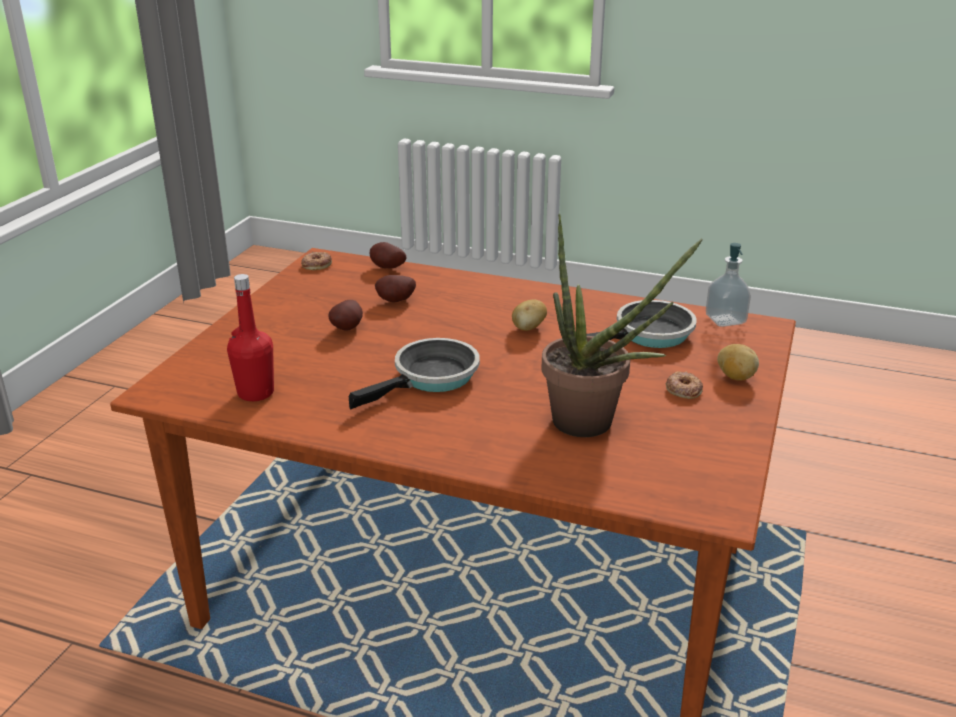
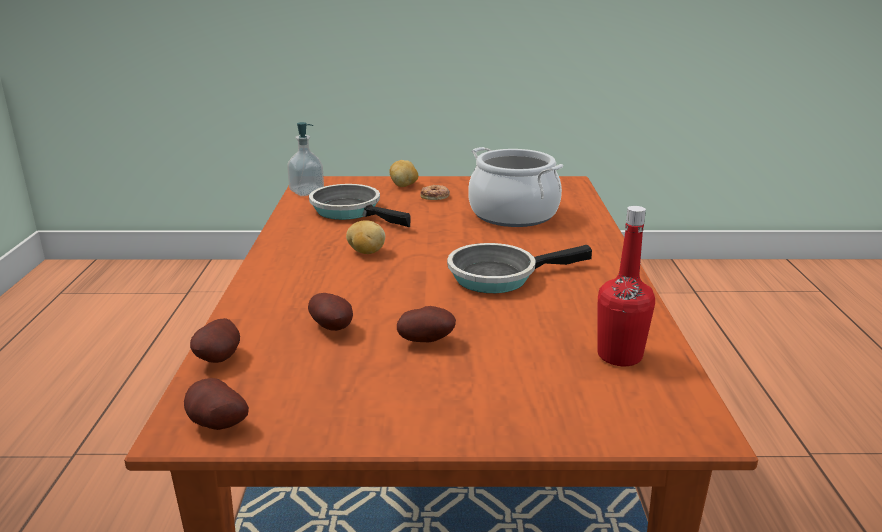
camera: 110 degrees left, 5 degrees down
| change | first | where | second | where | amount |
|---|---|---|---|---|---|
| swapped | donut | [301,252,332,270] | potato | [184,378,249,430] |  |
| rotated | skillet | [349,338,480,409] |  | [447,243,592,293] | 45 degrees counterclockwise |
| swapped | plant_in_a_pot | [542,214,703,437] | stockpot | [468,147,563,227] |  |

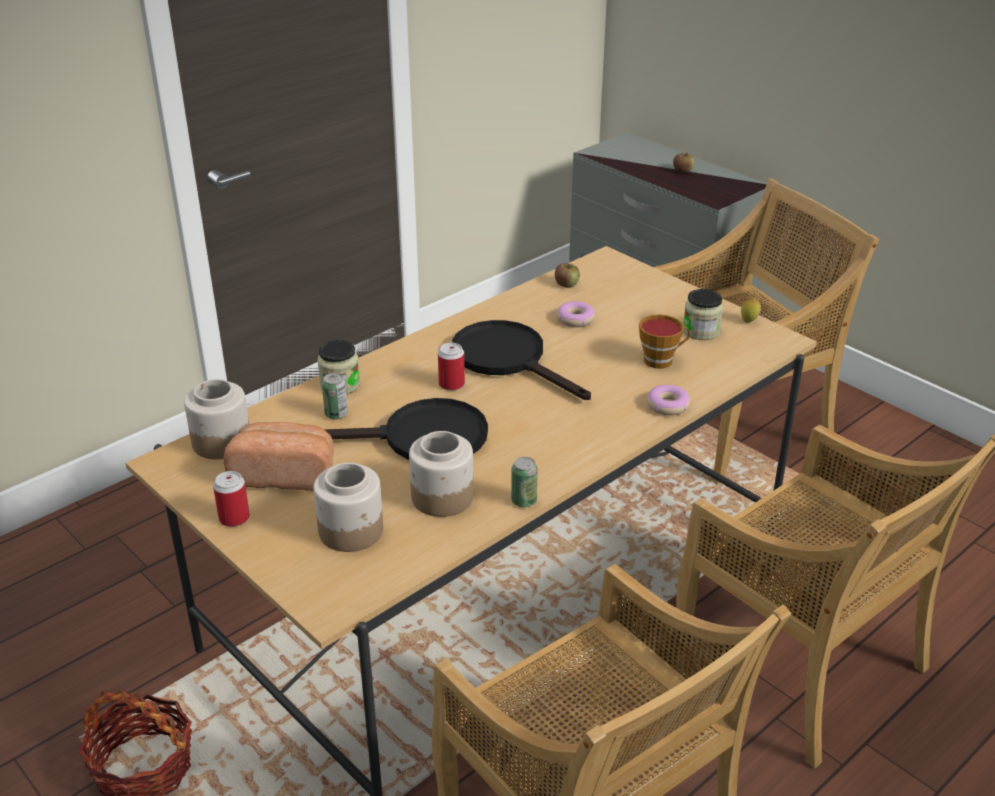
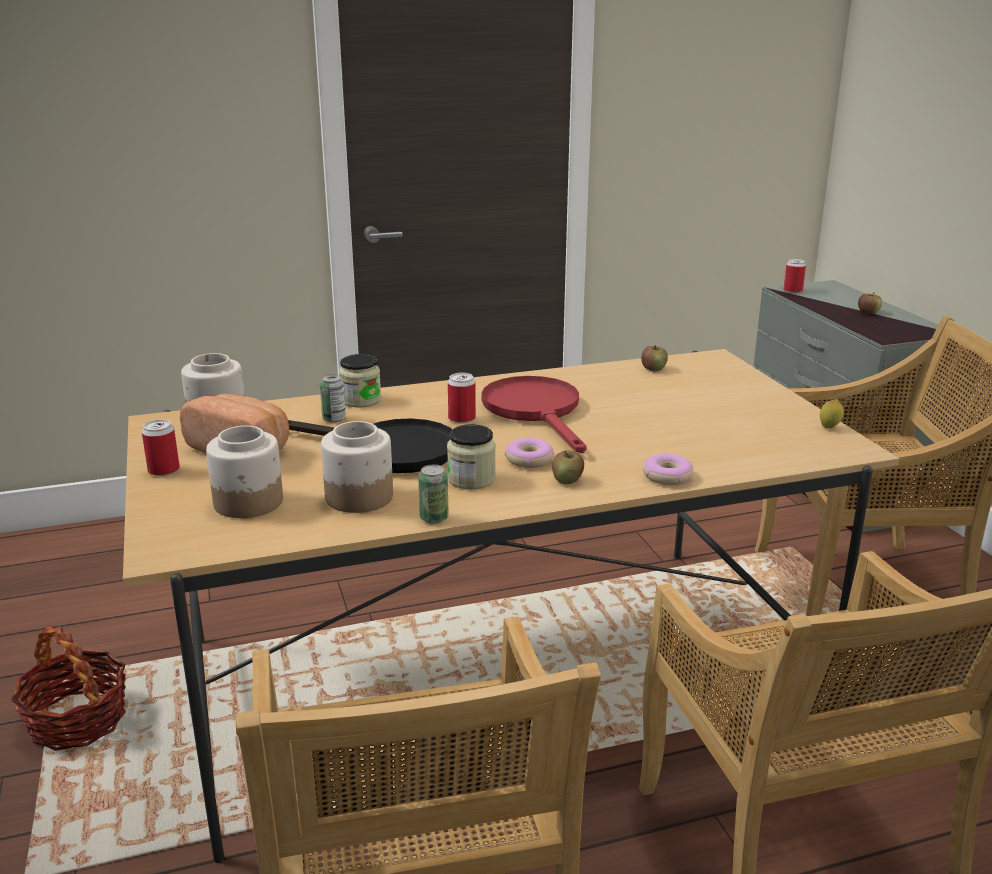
camera: 25 degrees right, 10 degrees down
| change | first | where | second | where | amount |
|---|---|---|---|---|---|
| repainted | blackish_skillet | [452,320,591,400] | red-coloured_skillet | [481,376,587,453] |  |
| shifted | donut | [557,301,595,327] |  | [505,438,554,468] |  |
| gone | drinking_cup | [639,314,690,369] |  |  |  |
| shifted | storage_jar | [683,289,723,340] |  | [447,424,496,489] |  |
| new |  |  | apple_fruit | [552,450,584,484] |  |
| new |  |  | sealed_can | [784,259,806,293] |  |

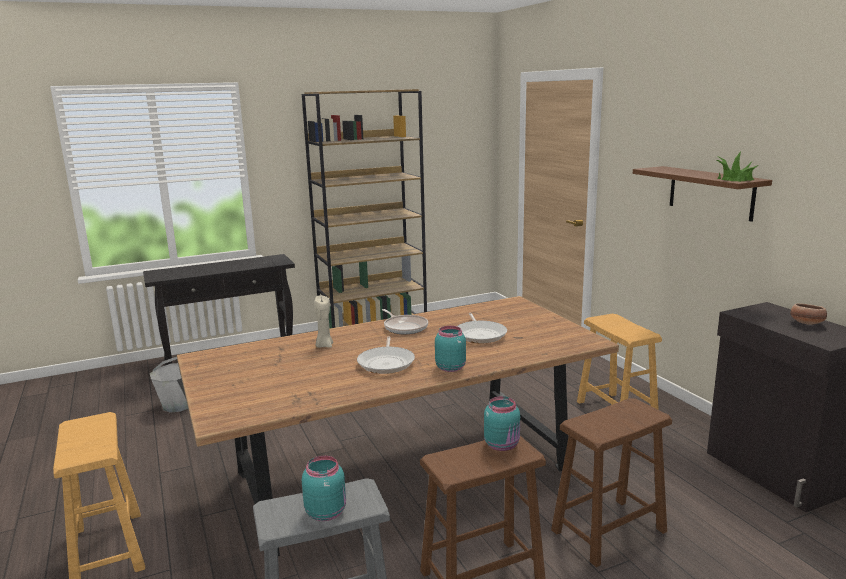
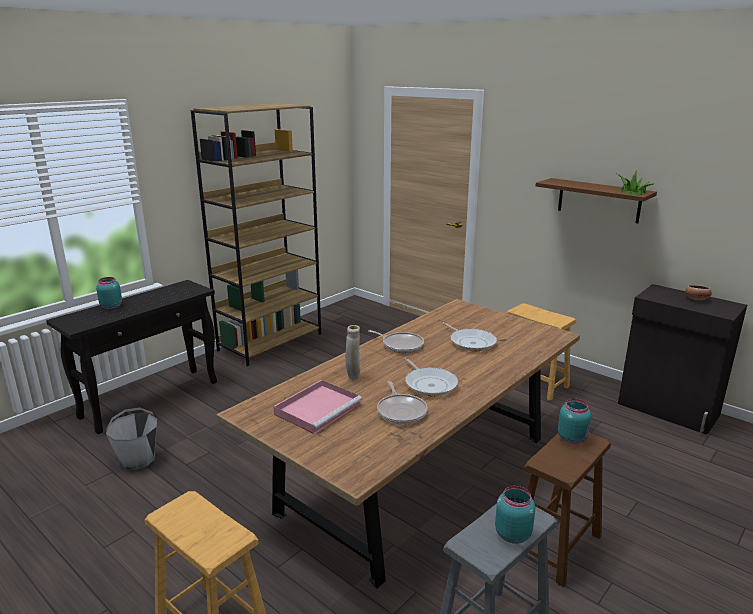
camera: 25 degrees left, 5 degrees up
| change | first | where | second | where | amount |
|---|---|---|---|---|---|
| swapped | sand-coloured_wax_candle | [314,296,333,348] | sand-coloured_decorative_vase | [345,325,360,380] |  |
| shifted | turquoise_storage_jar | [435,326,466,372] |  | [96,277,122,309] |  |
| gone | brown-coloured_stool | [551,398,672,567] |  |  |  |
| new |  |  | pinkish_serving_tray | [273,380,362,434] |  |
| new |  |  | skillet | [377,381,428,424] |  |

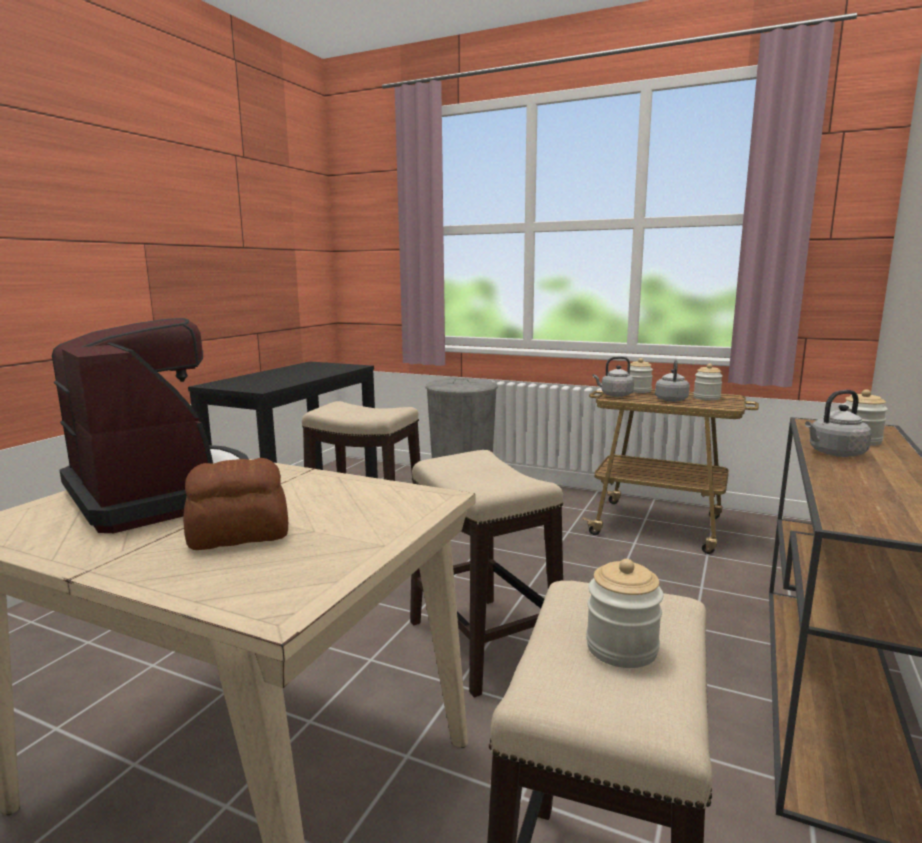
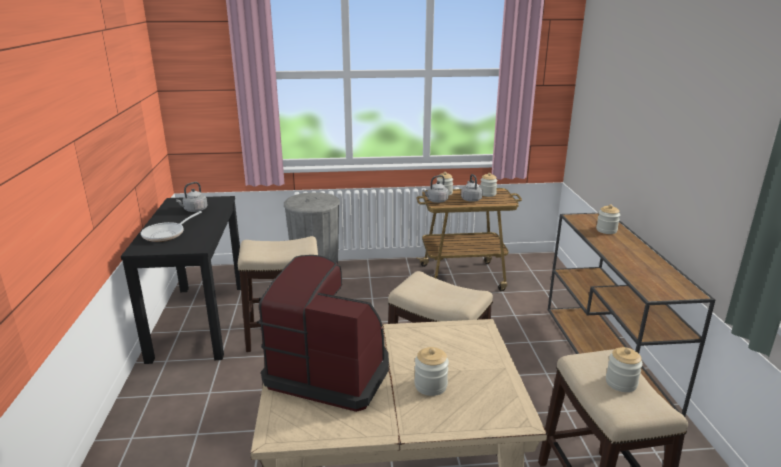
camera: 30 degrees left, 10 degrees up
| change | first | where | second | where | amount |
|---|---|---|---|---|---|
| swapped | bakery_bread | [183,458,288,550] | storage_jar | [414,347,449,396] |  |
| shifted | gray_kettle | [805,390,872,457] |  | [176,182,208,212] |  |
| new |  |  | skillet | [141,211,202,242] |  |

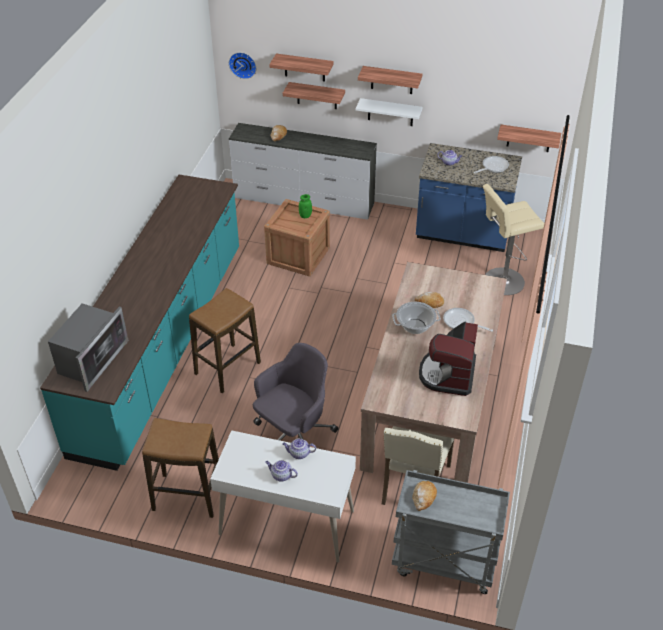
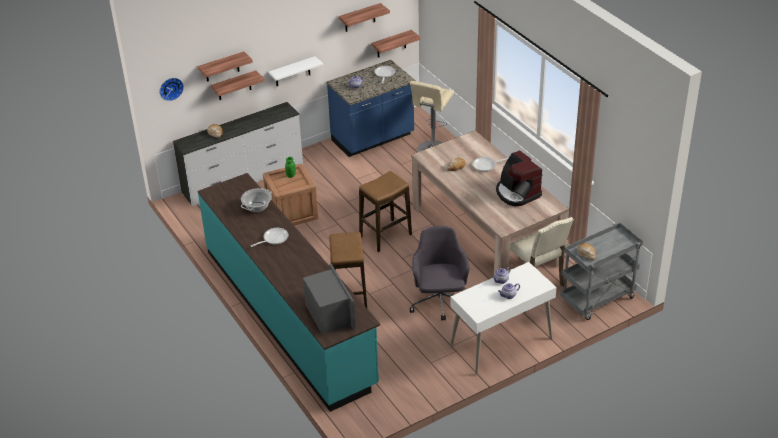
camera: 45 degrees left, 5 degrees down
| change | first | where | second | where | amount |
|---|---|---|---|---|---|
| shifted | stool | [142,418,219,518] |  | [359,171,412,252] |  |
| shifted | bracket_shelf | [358,66,422,94] |  | [338,3,390,32] |  |
| shifted | stockpot | [392,302,441,334] |  | [241,188,272,212] |  |
| new |  |  | skillet | [251,228,288,247] |  |

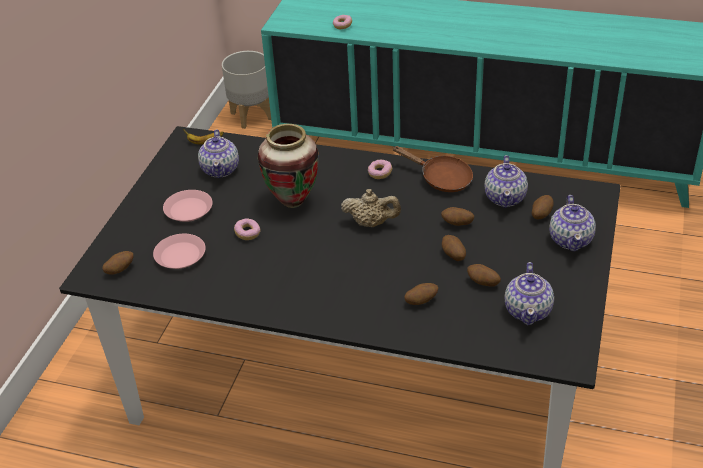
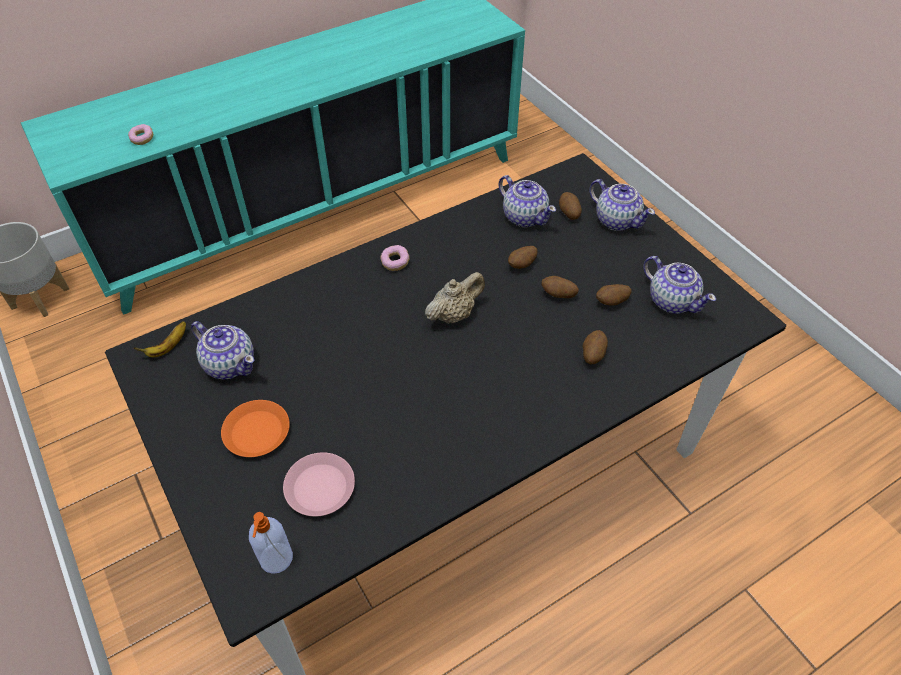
camera: 50 degrees left, 10 degrees up
| change | first | where | second | where | amount |
|---|---|---|---|---|---|
| swapped | potato | [102,251,134,275] | soap_bottle | [249,512,293,574] |  |
| repainted | pinkish_flat_dish | [163,190,213,222] | orange-coloured_flat_dish | [221,400,290,457] |  |
| gone | donut | [234,218,261,240] |  |  |  |
| gone | decorative_vase | [257,124,319,208] |  |  |  |
| gone | brown-coloured_skillet | [392,146,473,192] |  |  |  |

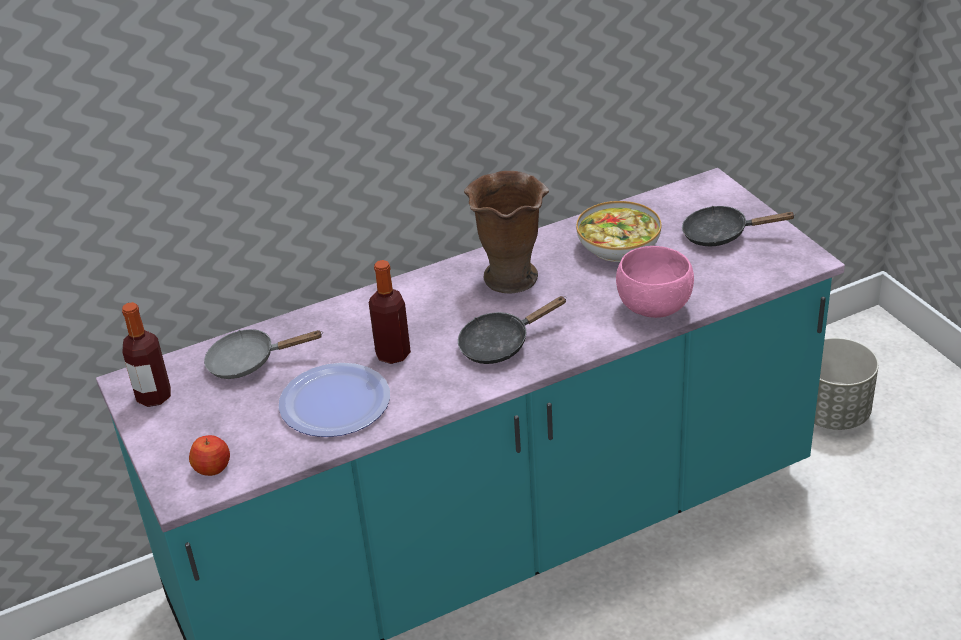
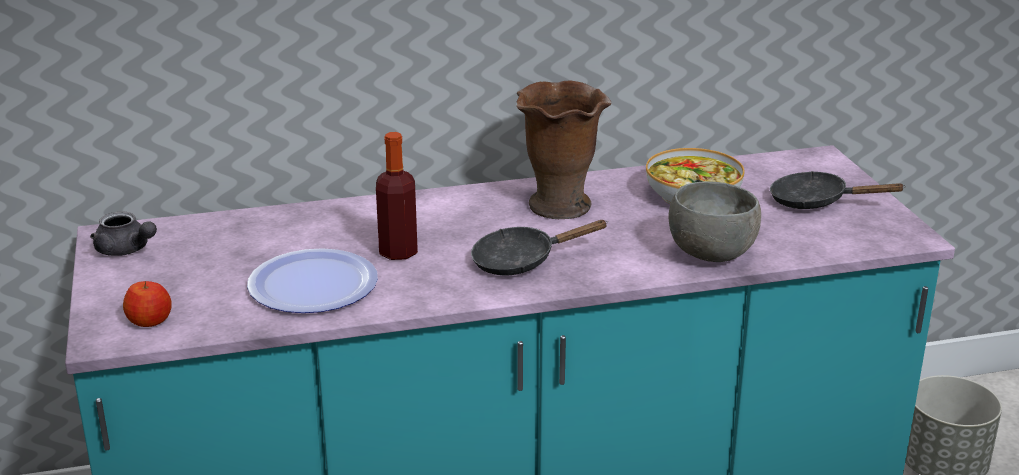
camera: 10 degrees right, 10 degrees down
| change | first | where | second | where | amount |
|---|---|---|---|---|---|
| swapped | drink_bottle | [122,302,171,407] | gray_tea_pot | [90,212,157,256] |  |
| gone | gray_skillet | [204,329,323,379] |  |  |  |
| repainted | pinkish_bowl | [616,246,694,318] | gray_bowl | [669,181,761,262] |  |

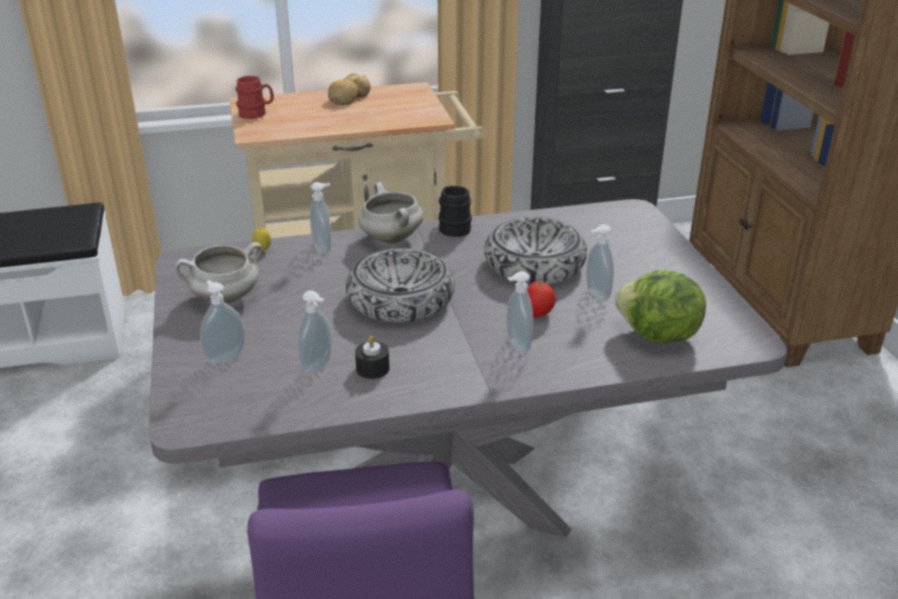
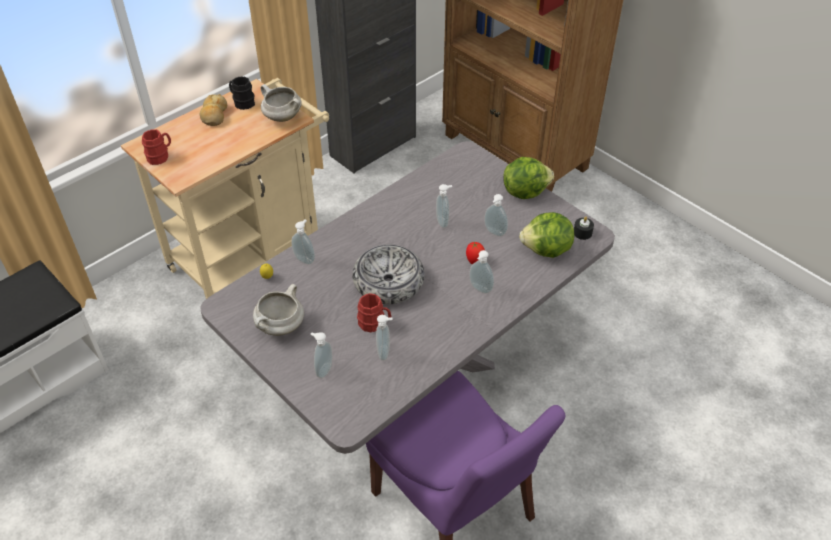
camera: 30 degrees left, 15 degrees up
| change | first | where | second | where | amount |
|---|---|---|---|---|---|
| shifted | blackish_wax_candle | [355,336,389,379] |  | [574,217,594,240] |  |
| shifted | whitish_stockpot | [358,182,423,244] |  | [261,84,302,122] |  |
| shifted | blackish_tea_mug | [438,186,472,237] |  | [229,76,255,110] |  |
| swapped | bowl | [484,217,587,284] | soap_bottle | [436,184,452,228] |  |
| new |  |  | red-coloured_tea_mug | [357,293,391,333] |  |
| new |  |  | head_of_lettuce | [503,157,554,199] |  |

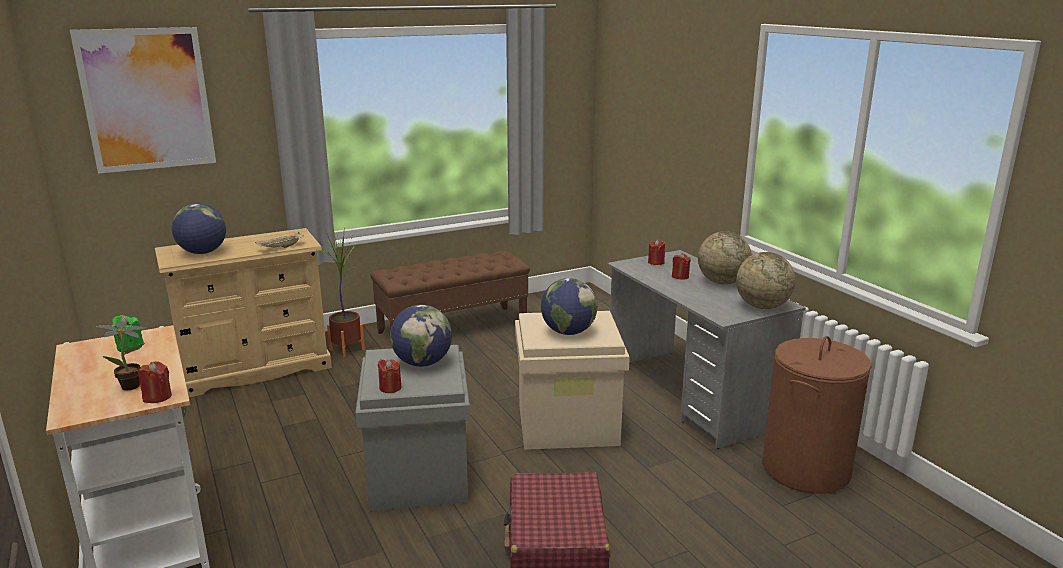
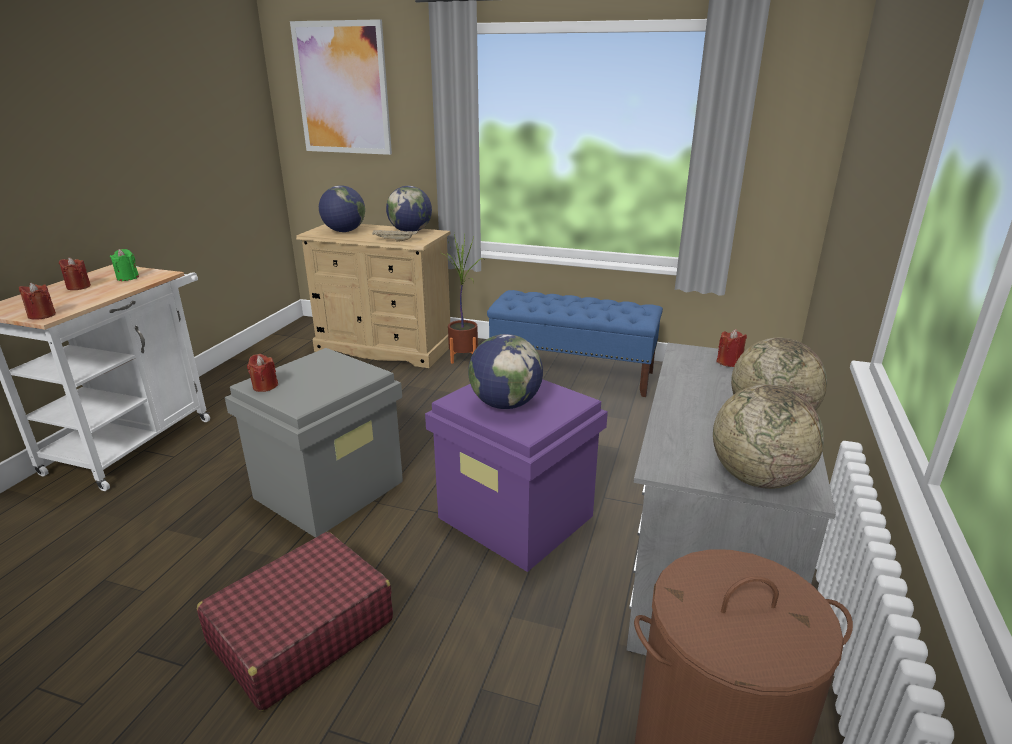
camera: 45 degrees right, 5 degrees up
| change | first | where | second | where | amount |
|---|---|---|---|---|---|
| gone | plant_in_a_pot | [96,321,145,390] |  |  |  |
| repainted | brown-coloured_indoor_bench | [370,251,530,334] | blue-coloured_indoor_bench | [487,290,663,397] |  |
| shifted | desk_globe | [390,305,452,367] |  | [386,186,432,231] |  |
| repainted | sand-coloured_storage_container | [515,311,630,450] | purplish_storage_container | [425,379,608,572] |  |
| shifted | red-coloured_wax_candle | [672,253,691,280] |  | [59,257,91,290] |  |

